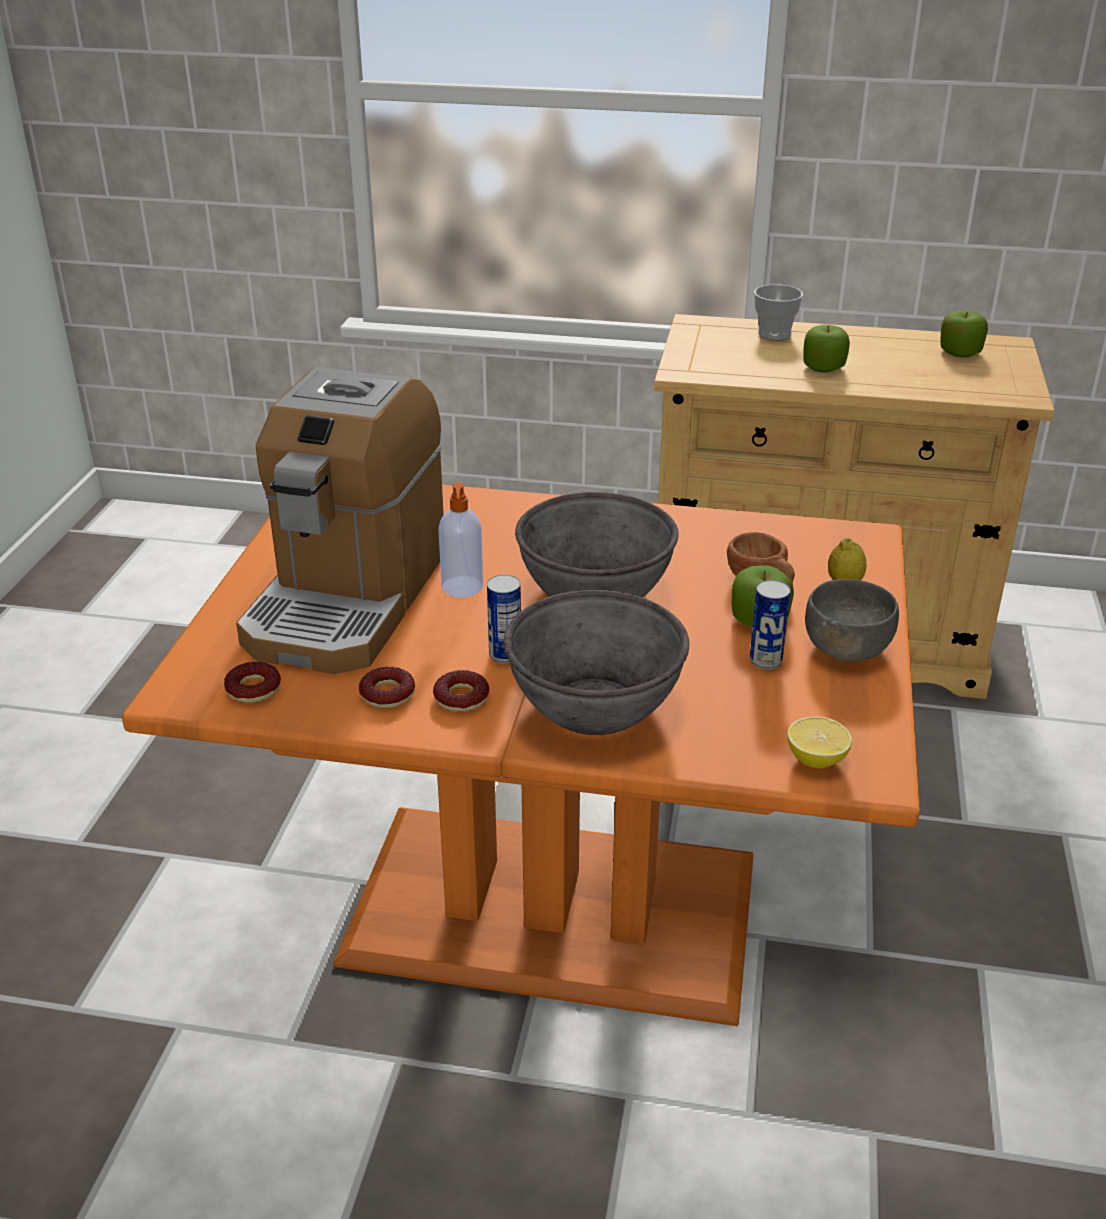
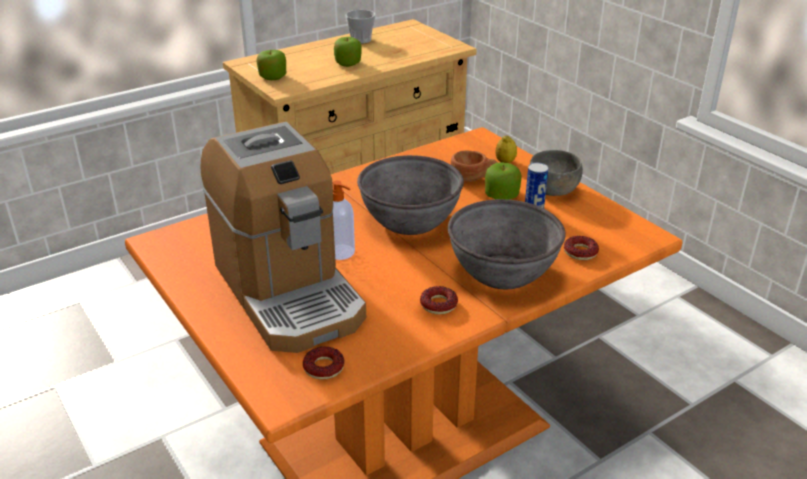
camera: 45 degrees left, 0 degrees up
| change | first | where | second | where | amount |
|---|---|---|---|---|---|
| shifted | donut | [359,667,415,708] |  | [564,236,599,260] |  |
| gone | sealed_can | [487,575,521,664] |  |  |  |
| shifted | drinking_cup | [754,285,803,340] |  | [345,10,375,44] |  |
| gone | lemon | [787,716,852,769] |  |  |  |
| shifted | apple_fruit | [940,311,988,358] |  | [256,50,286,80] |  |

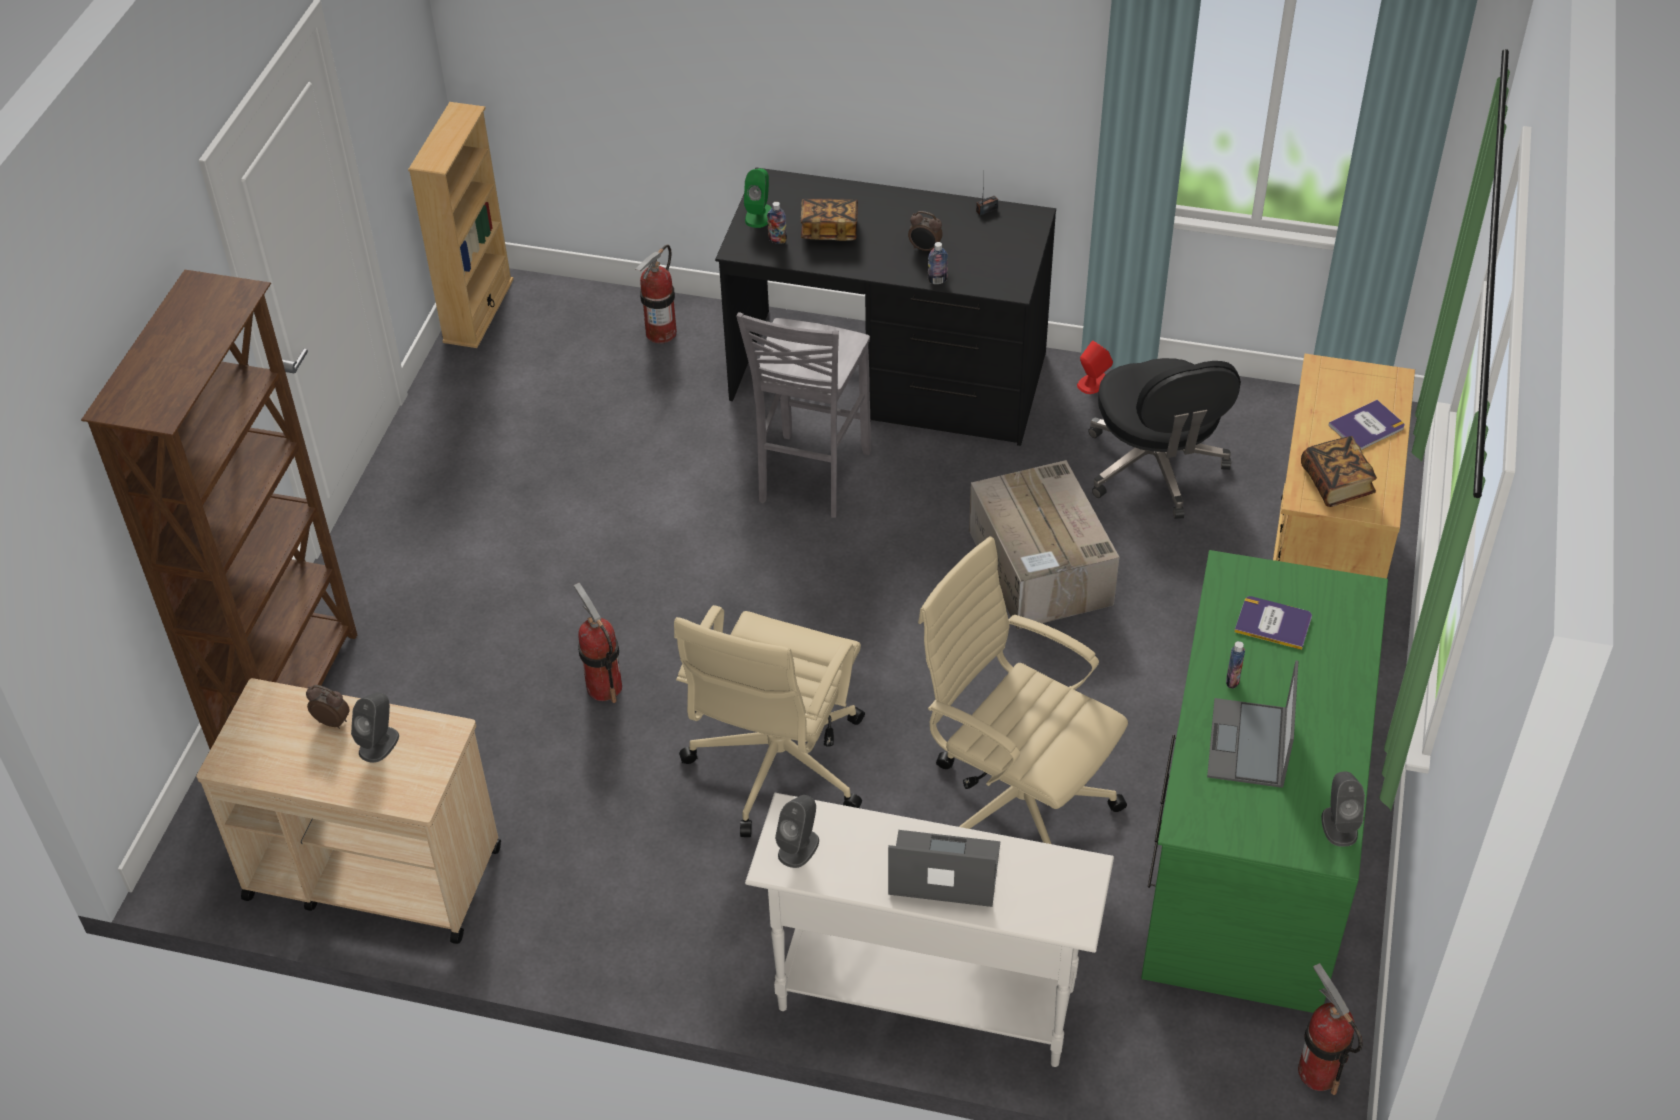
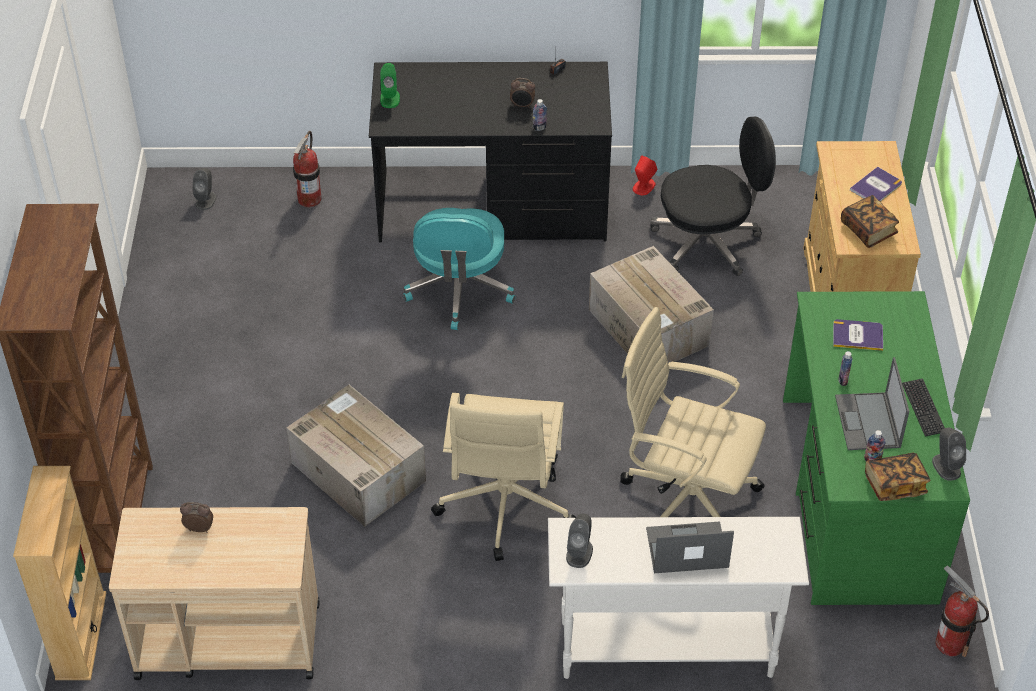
camera: 15 degrees left, 0 degrees up
| change | first | where | second | where | amount |
|---|---|---|---|---|---|
| shifted | gray_loudspeaker | [351,692,399,763] |  | [193,168,216,210] |  |
| shifted | sand-coloured_bookshelf | [408,102,514,348] |  | [13,466,106,680] |  |
| swapped | extinguisher | [574,582,622,703] | carton | [286,385,426,527] |  |
| swapped | gray_stool | [736,312,871,518] | turquoise_desk_chair | [403,208,515,330] |  |
| shifted | drink_bottle | [767,202,787,244] |  | [864,430,885,461] |  |
| shifted | volume | [801,199,858,241] |  | [865,453,931,501] |  |
| rotated | blackish_desk_chair | [1088,358,1241,519] |  | [650,116,776,276] | 75 degrees counterclockwise |
| new |  |  | keyboard | [902,378,945,437] |  |

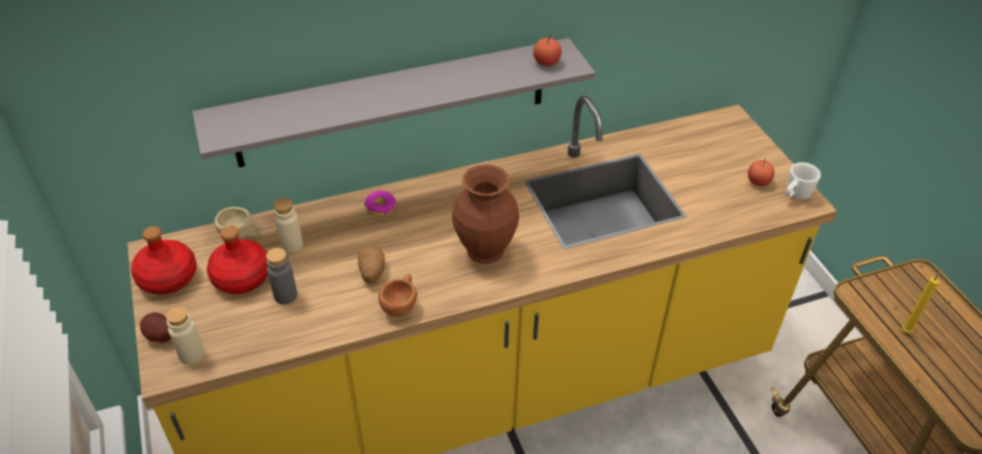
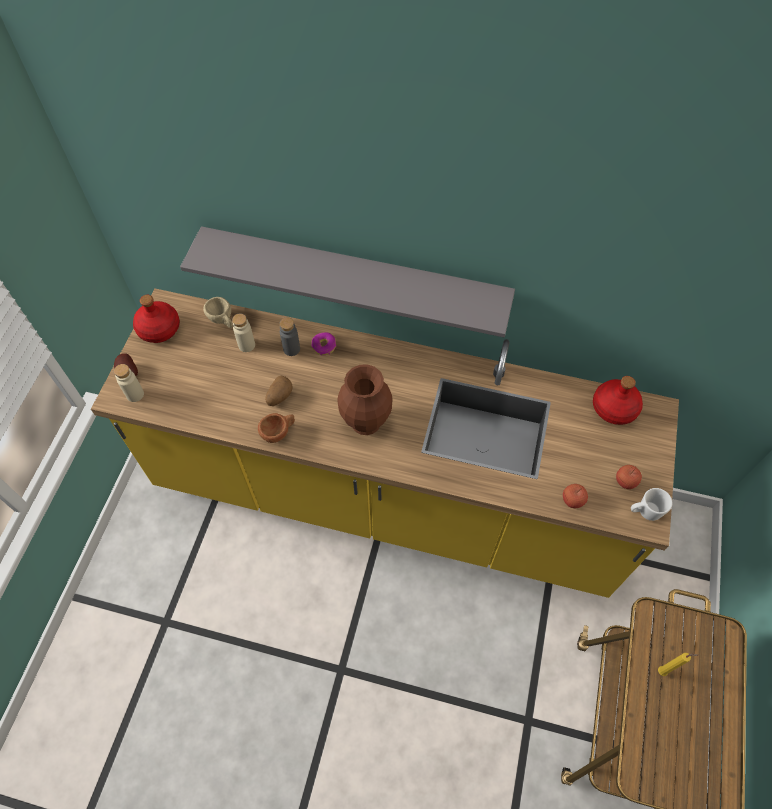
camera: 35 degrees right, 15 degrees up
| change | first | where | second | where | amount |
|---|---|---|---|---|---|
| shifted | red-coloured_drink_bottle | [207,226,268,294] |  | [593,376,643,425] |  |
| shifted | gray_drink_bottle | [266,248,297,304] |  | [280,317,300,356] |  |
| shifted | apple_fruit | [533,34,562,66] |  | [563,484,588,508] |  |

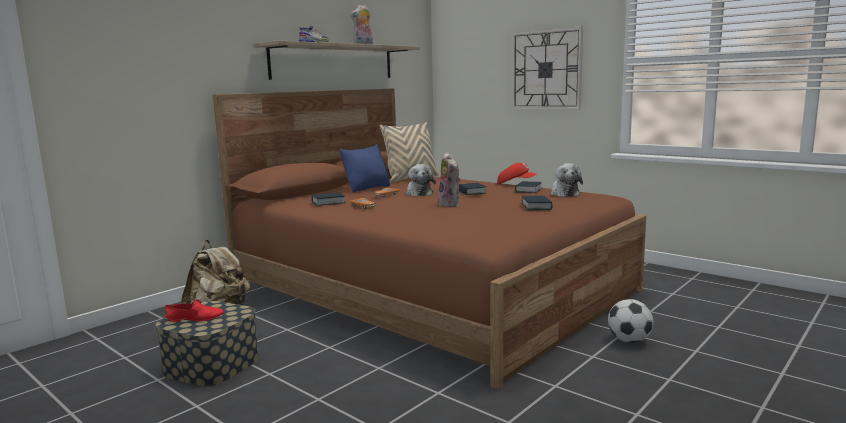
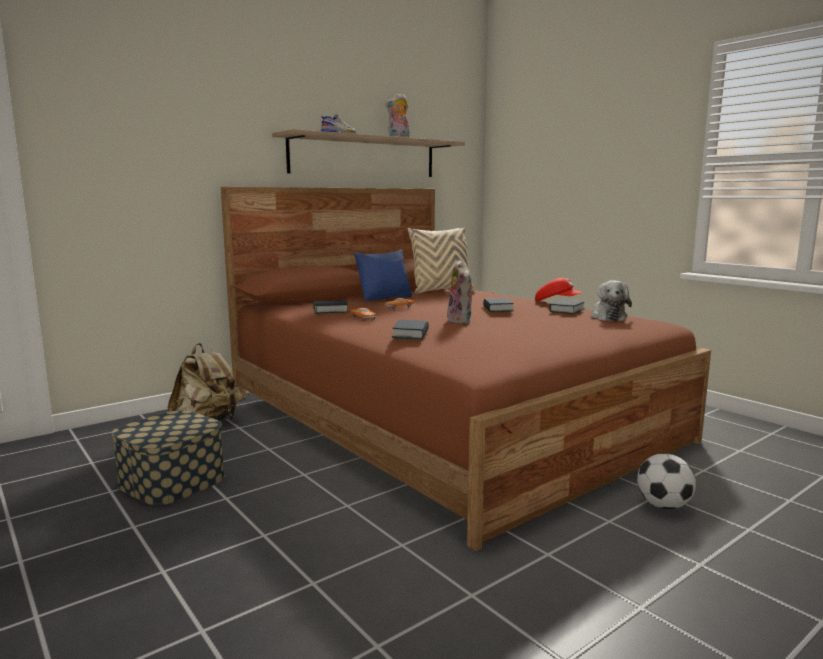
camera: 10 degrees right, 0 degrees up
| change | first | where | second | where | amount |
|---|---|---|---|---|---|
| gone | red-coloured_low_shoe | [165,299,224,322] |  |  |  |
| gone | cuddly_toy | [405,164,436,196] |  |  |  |
| gone | hanging_clock | [511,26,583,110] |  |  |  |
| shifted | volume | [522,196,553,210] |  | [392,320,429,340] |  |

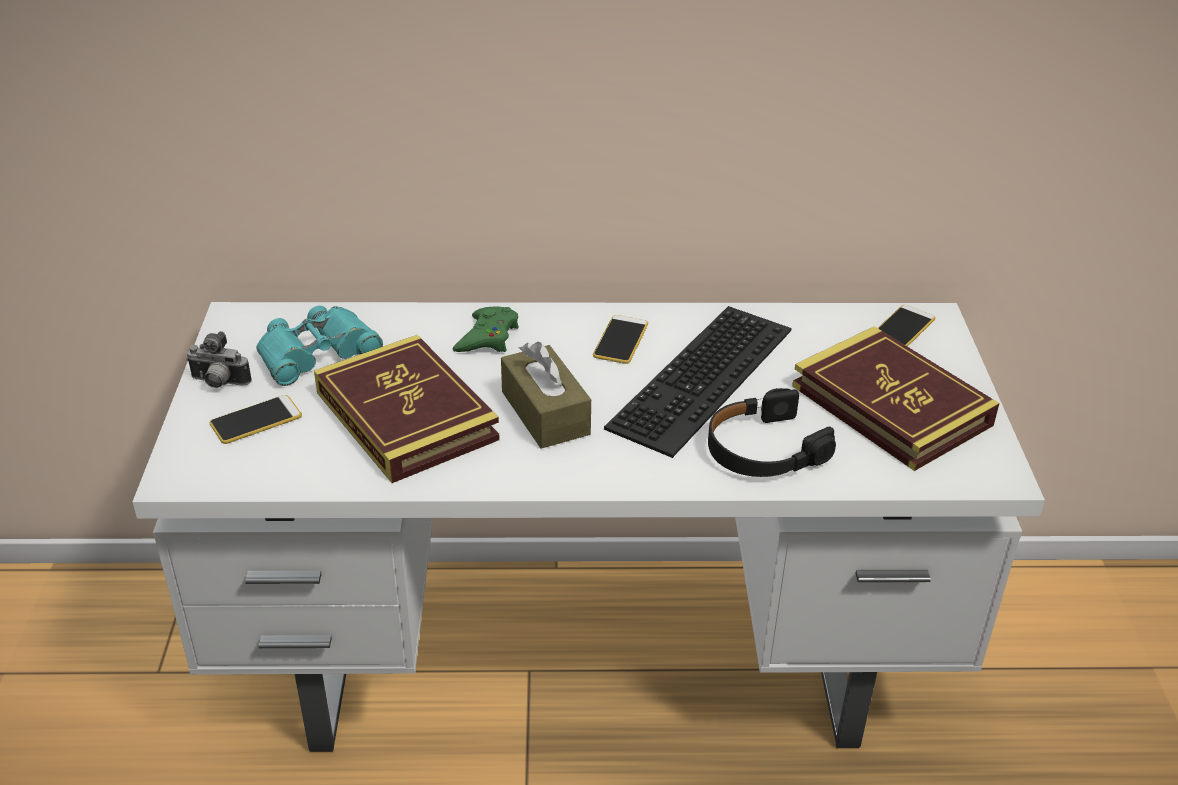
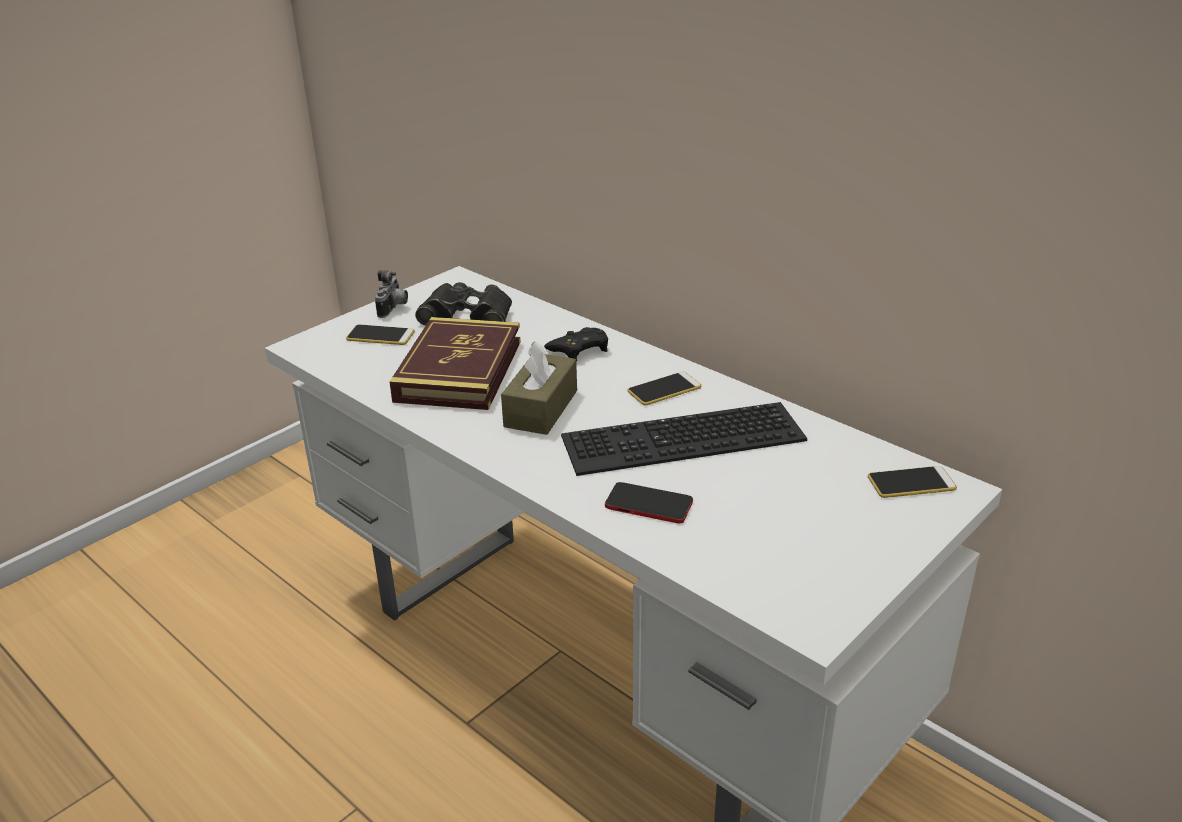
camera: 45 degrees right, 5 degrees down
| change | first | where | second | where | amount |
|---|---|---|---|---|---|
| rotated | still_camera | [186,331,252,388] |  | [375,270,408,318] | 135 degrees counterclockwise |
| repainted | turquoise_binoculars | [256,306,383,386] | blackish_binoculars | [415,282,512,325] |  |
| repainted | green_game_controller | [453,307,519,352] | blackish_game_controller | [544,327,608,361] |  |
| swapped | blackish_headphones | [708,388,836,477] | handset | [605,482,693,523] |  |
| gone | volume | [792,326,1000,471] |  |  |  |

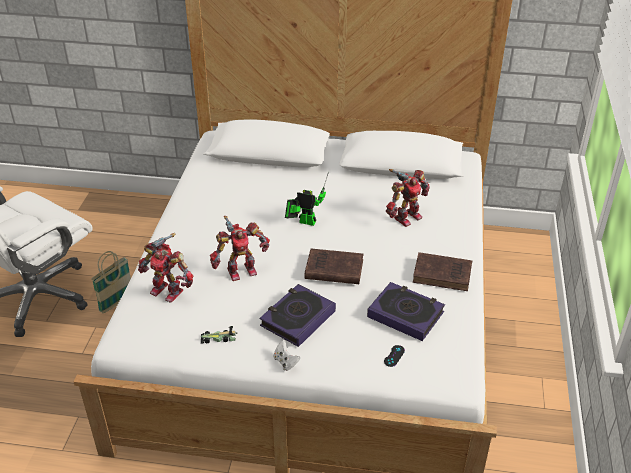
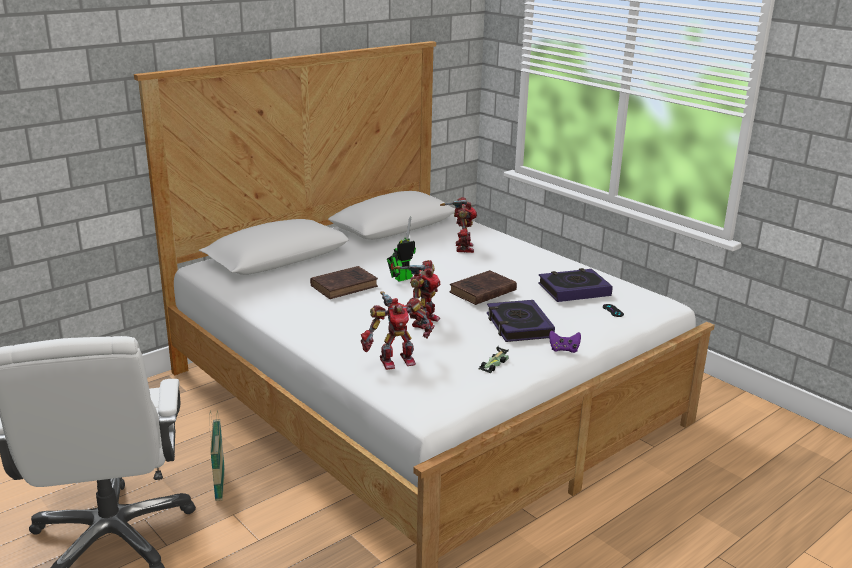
camera: 50 degrees left, 15 degrees down
| change | first | where | second | where | amount |
|---|---|---|---|---|---|
| repainted | whitish_game_controller | [273,340,300,371] | purplish_game_controller | [549,330,581,353] |  |
| shifted | brown-coloured_volume | [413,252,472,291] |  | [310,266,378,299] |  |

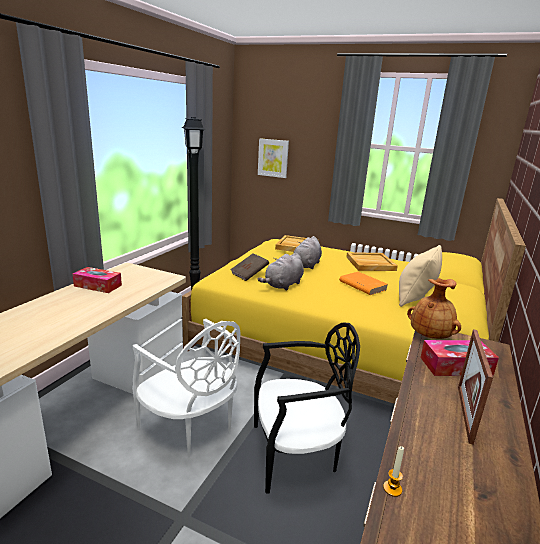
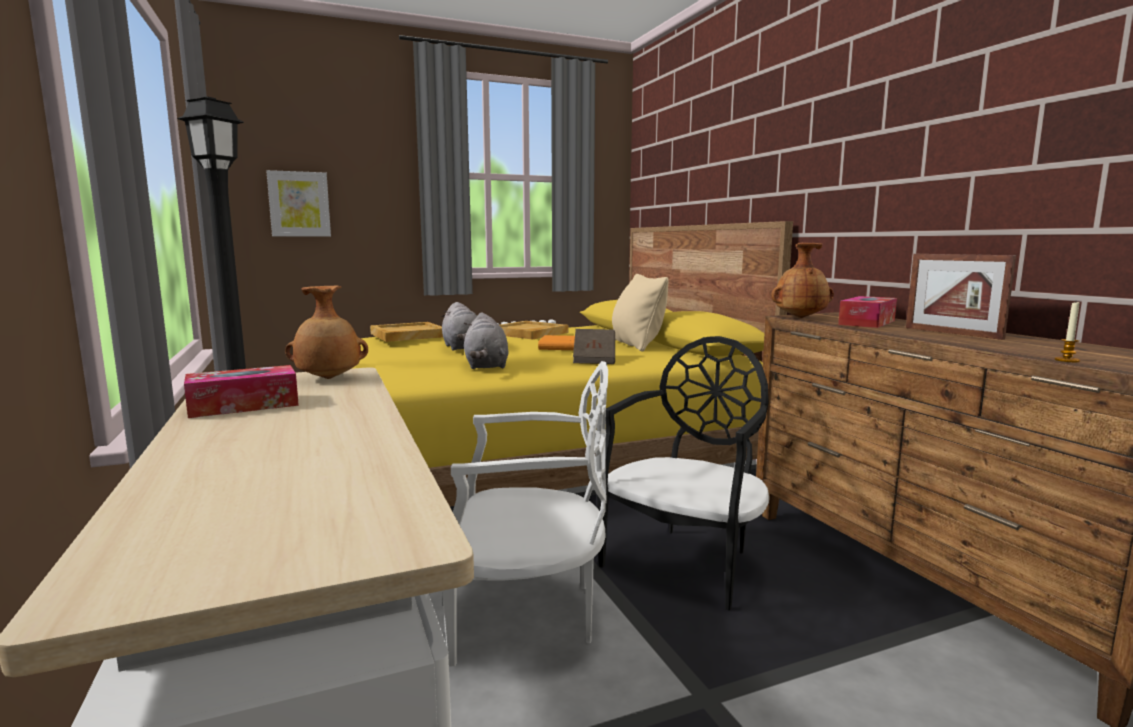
camera: 45 degrees left, 10 degrees down
| change | first | where | second | where | amount |
|---|---|---|---|---|---|
| shifted | brown-coloured_volume | [230,253,269,281] |  | [573,329,615,364] |  |
| new |  |  | brown-coloured_decorative_vase | [285,285,368,379] |  |

